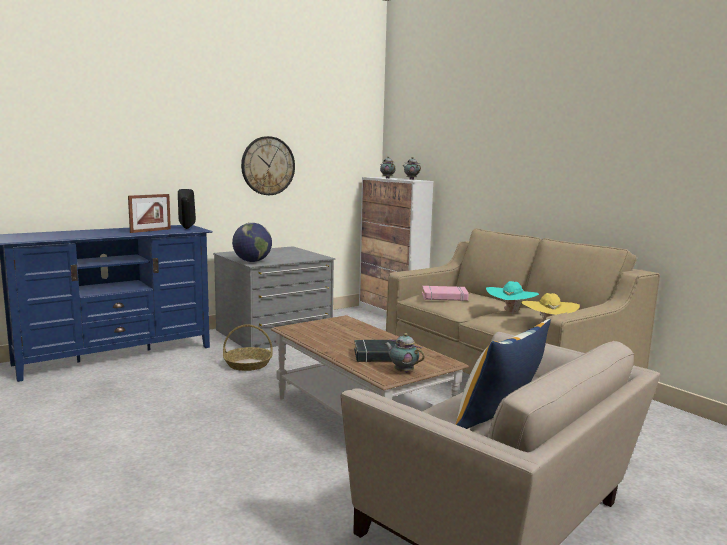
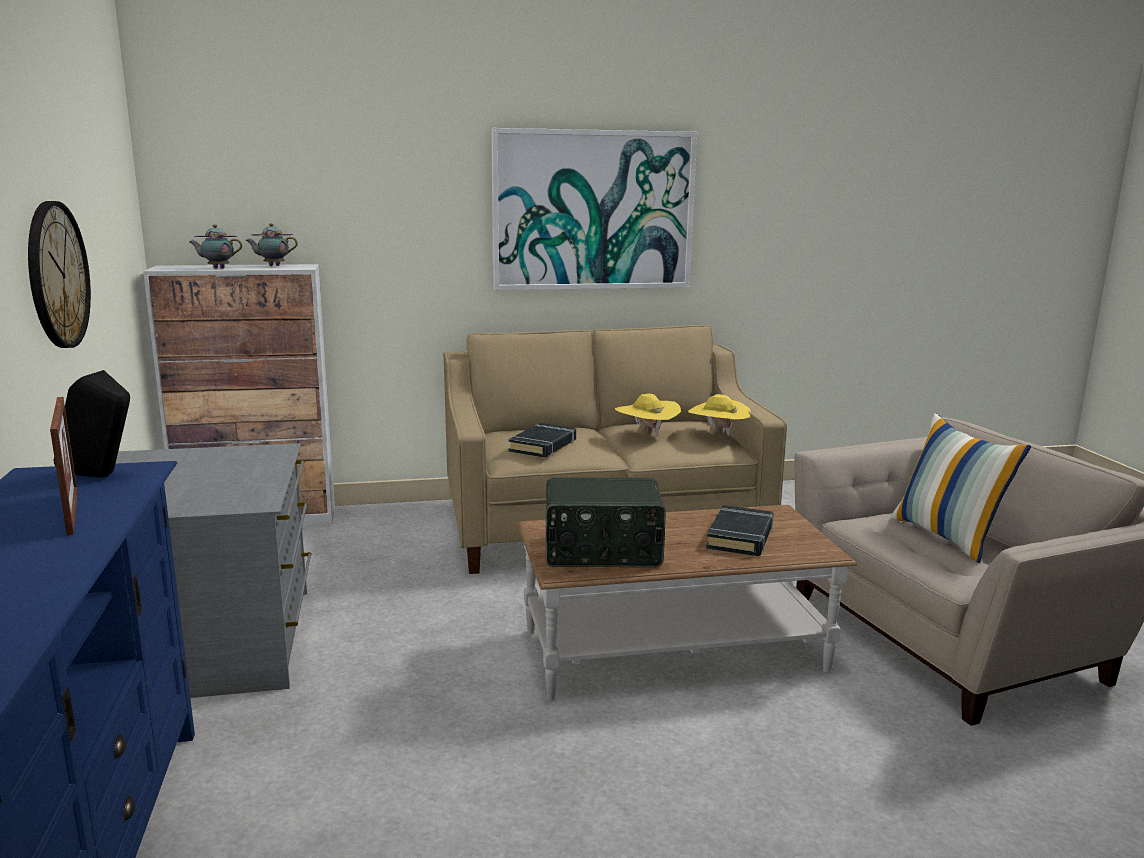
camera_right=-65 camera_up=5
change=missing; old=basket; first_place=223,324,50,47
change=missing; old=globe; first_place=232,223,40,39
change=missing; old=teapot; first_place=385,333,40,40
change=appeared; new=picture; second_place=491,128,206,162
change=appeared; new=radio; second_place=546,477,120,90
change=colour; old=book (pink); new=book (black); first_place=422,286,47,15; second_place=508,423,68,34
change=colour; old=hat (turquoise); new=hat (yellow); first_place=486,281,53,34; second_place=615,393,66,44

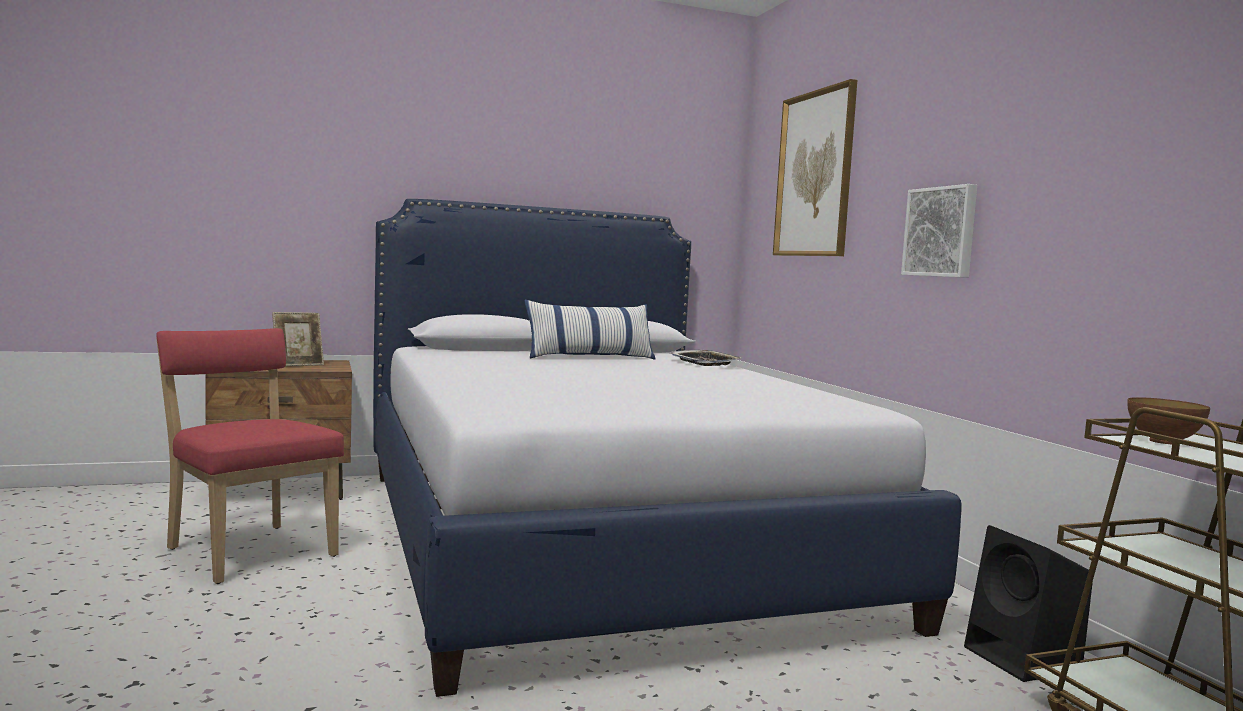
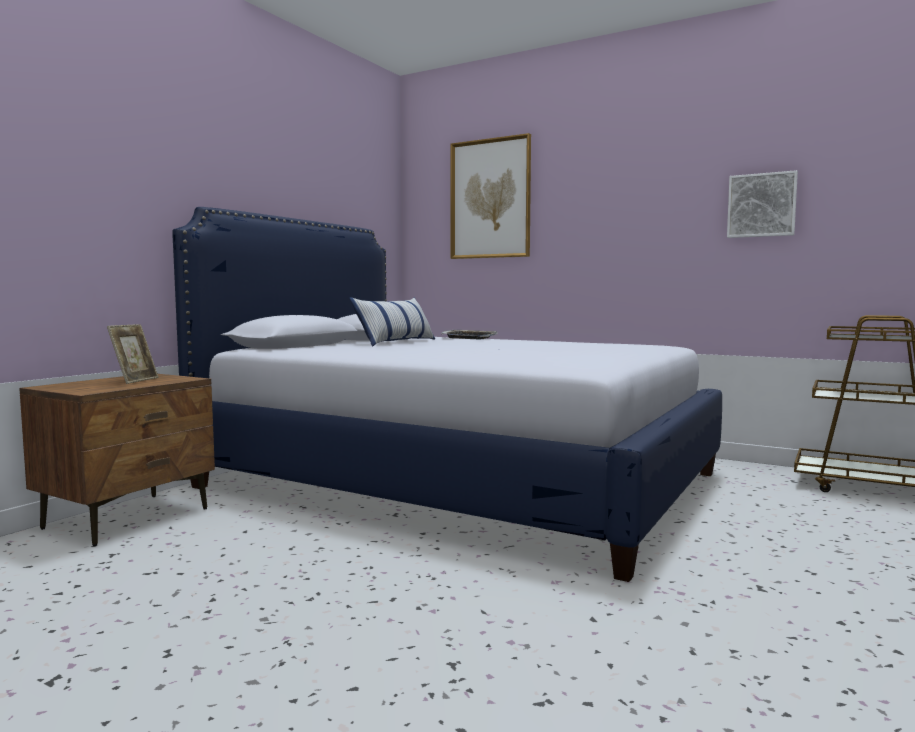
camera_right=-40 camera_up=0
change=missing; old=chair (red); first_place=156,328,188,256
change=missing; old=speaker (black); first_place=964,525,129,157
change=missing; old=bowl; first_place=1127,397,83,47
change=relocated; old=picture; first_place=901,184,76,94; second_place=727,170,71,68

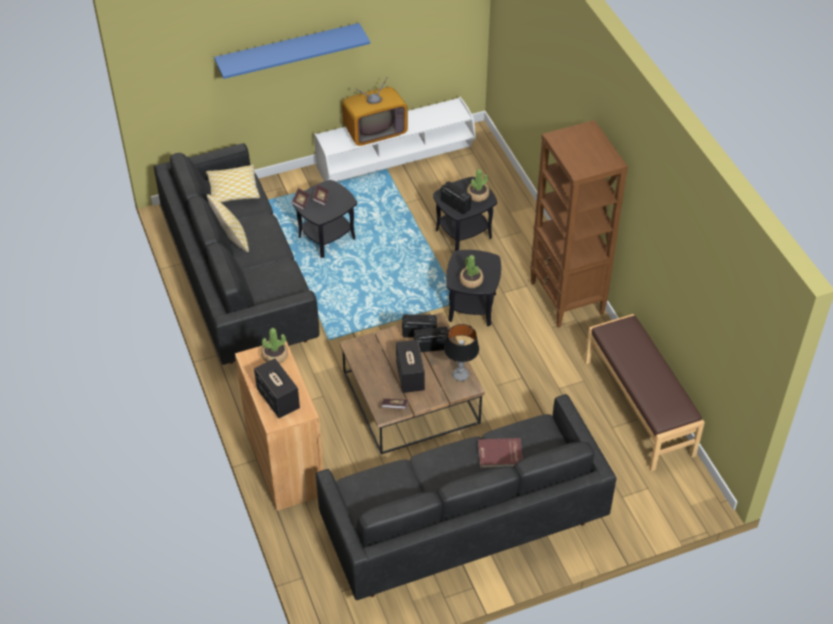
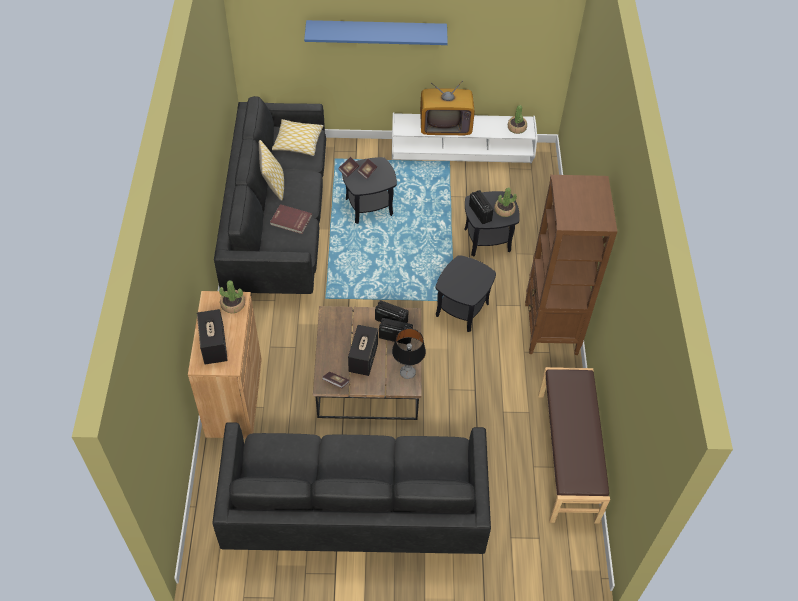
camera_right=20 camera_up=5
change=relocated; old=potted plant; first_place=459,255,25,33; second_place=508,105,19,29
change=relocated; old=book (red); first_place=478,438,45,30; second_place=270,204,42,30

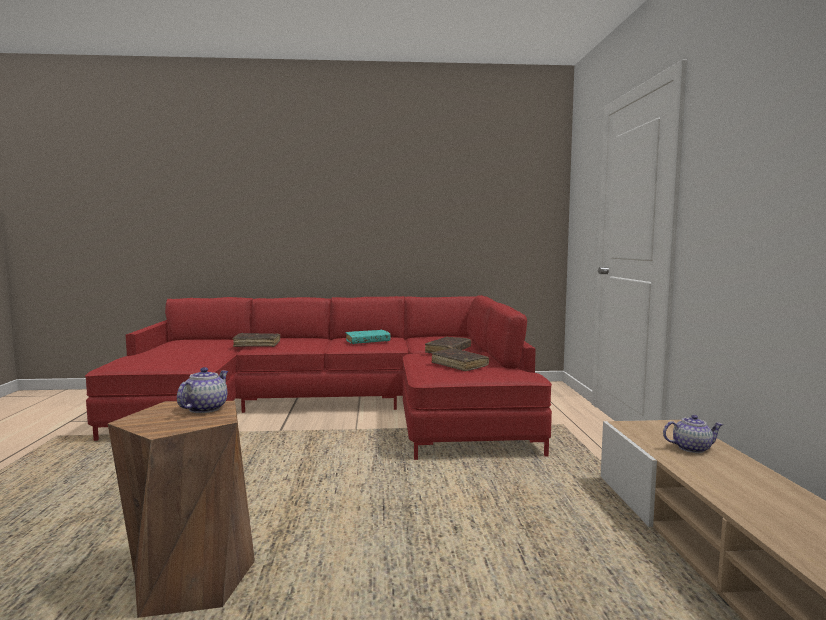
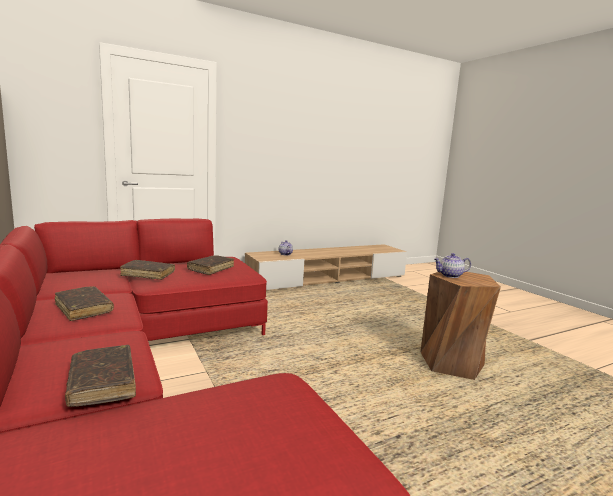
camera_right=-115 camera_up=5
change=colour; old=book (turquoise); new=book (brown); first_place=346,330,45,14; second_place=55,286,59,35

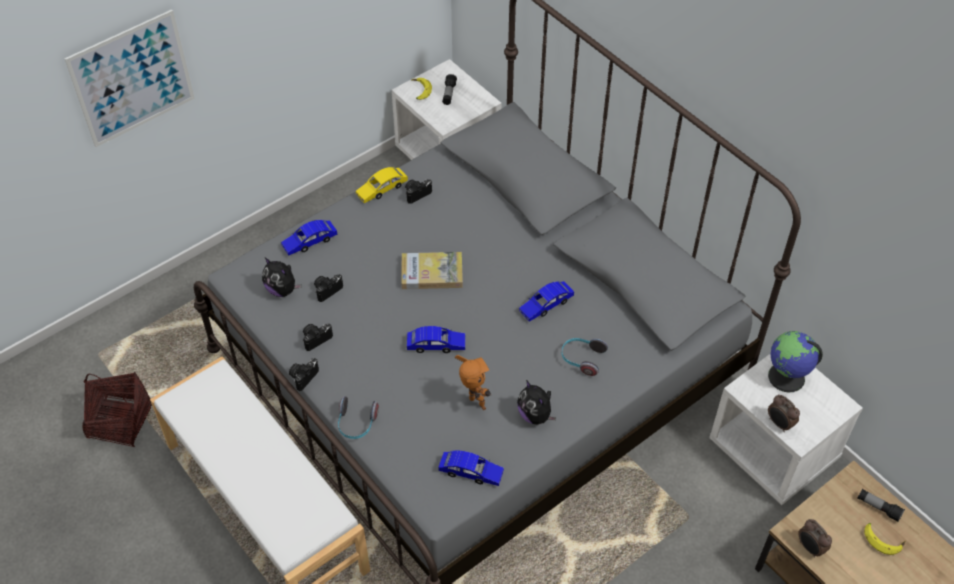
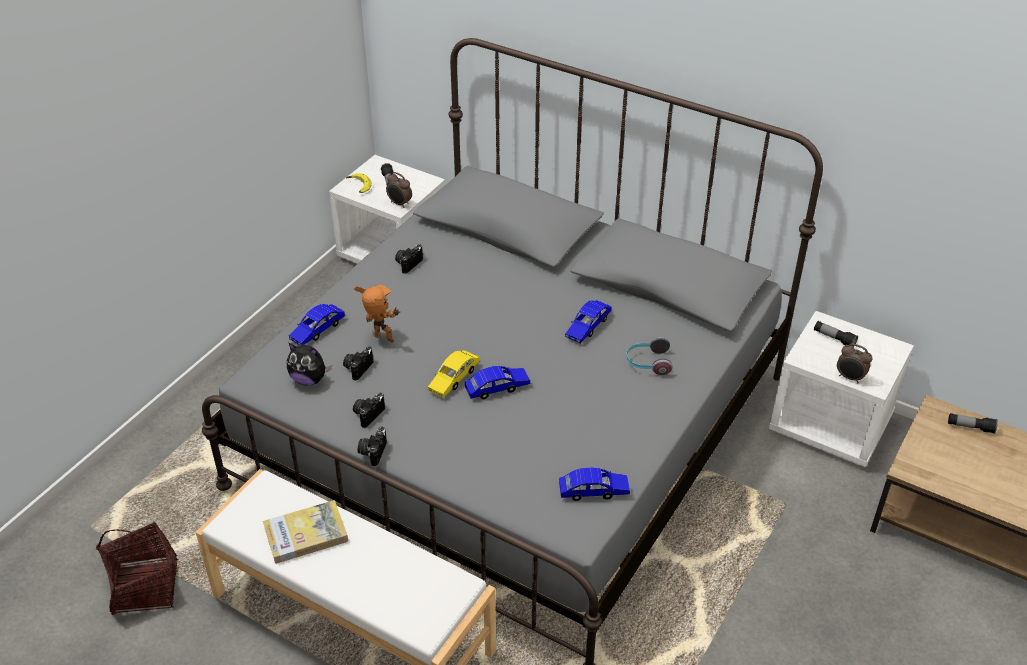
camera_right=-20 camera_up=-10
change=missing; old=picture; first_place=64,9,131,138
change=missing; old=headphones; first_place=338,396,41,43
change=missing; old=plush toy; first_place=517,380,39,45
change=missing; old=banana; first_place=864,523,42,32
change=relocated; old=toy car (yellow); first_place=356,167,52,36; second_place=428,350,51,48
change=relocated; old=book; first_place=401,252,62,37; second_place=263,500,85,64
change=relocated; old=toy robot; first_place=455,355,37,55; second_place=354,285,46,58
change=relocated; old=alarm clock; first_place=798,519,34,39; second_place=386,172,26,36
change=exchanged; old=globe; new=flashlight; first_place=768,331,55,61; second_place=814,321,44,26

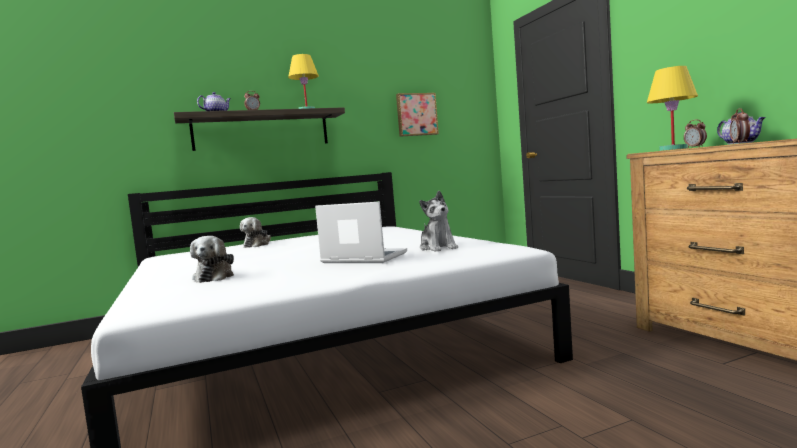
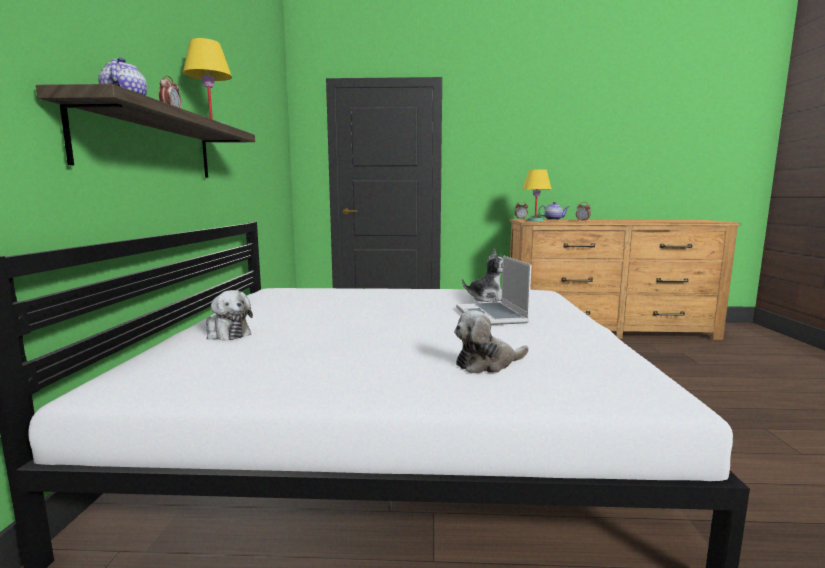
camera_right=-65 camera_up=5
change=missing; old=picture; first_place=396,93,43,44
change=spun; old=plush toy; first_place=190,236,44,47; second_place=454,310,75,64; degrees=135
change=spun; old=laptop; first_place=315,202,92,61; second_place=456,255,76,70; degrees=-60

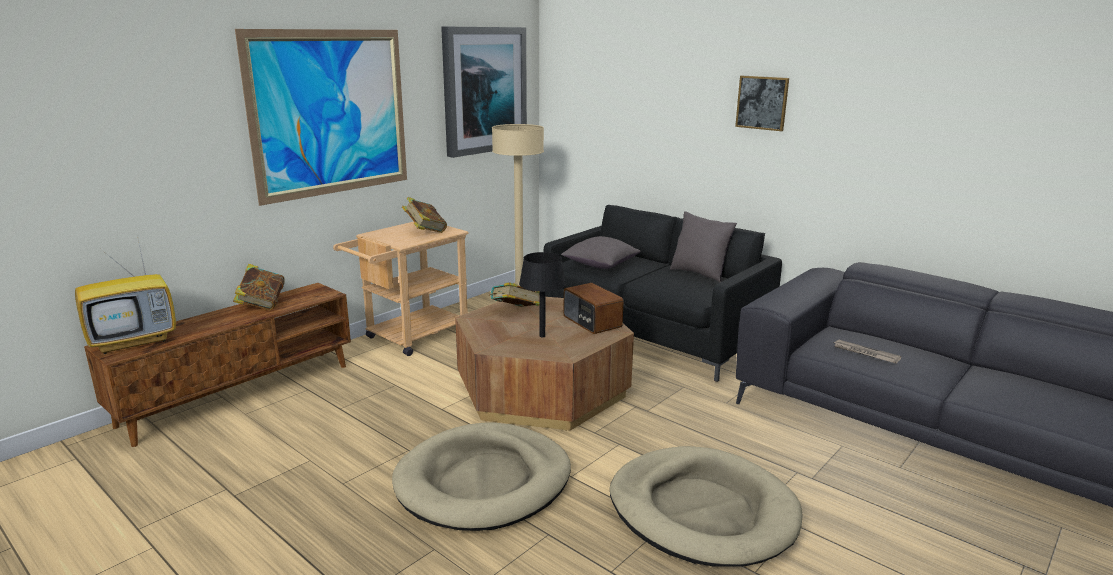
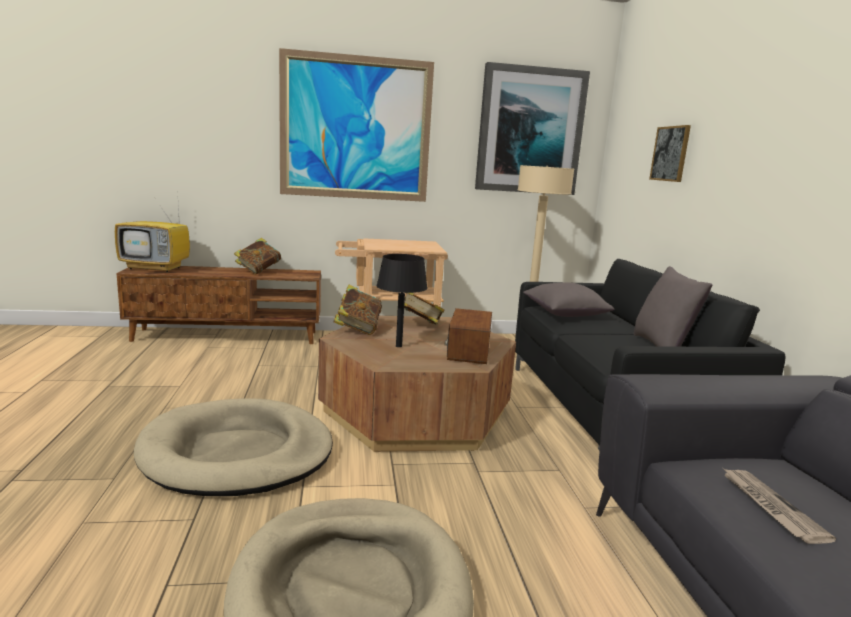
camera_right=40 camera_up=-5
change=relocated; old=book; first_place=402,197,45,36; second_place=333,284,49,51
change=relocated; old=picture; first_place=735,76,54,55; second_place=649,125,42,57

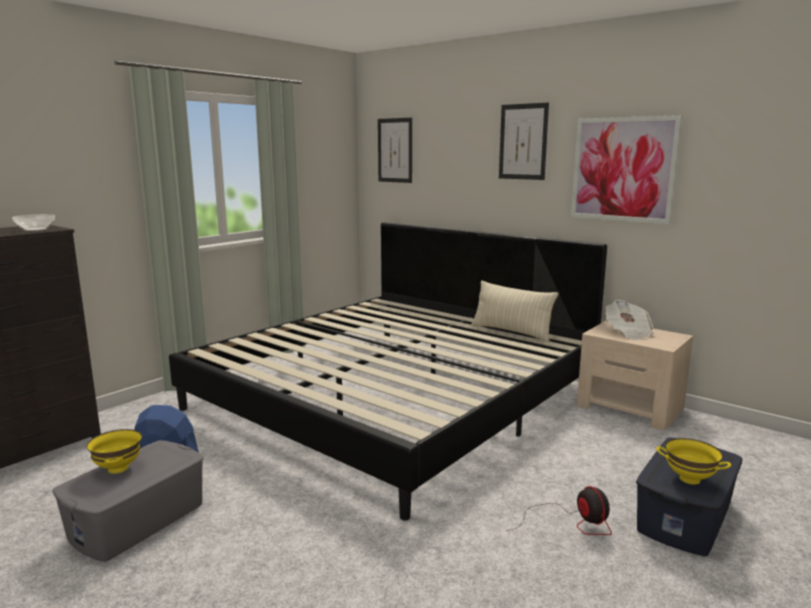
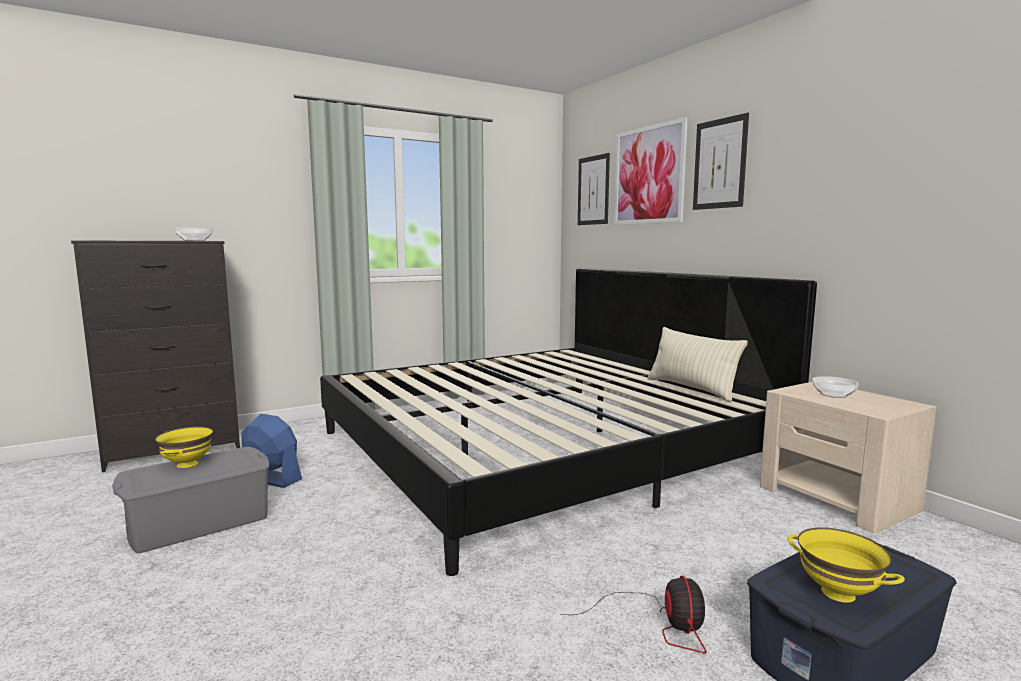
camera_right=20 camera_up=-5
change=relocated; old=picture; first_place=571,115,111,109; second_place=614,117,74,108
change=exchanged; old=newspaper; new=bowl; first_place=605,300,49,40; second_place=812,376,47,22

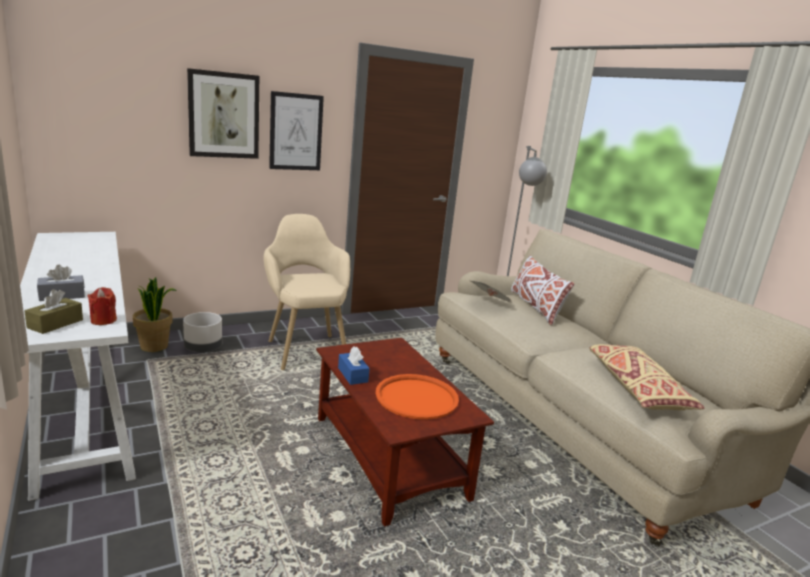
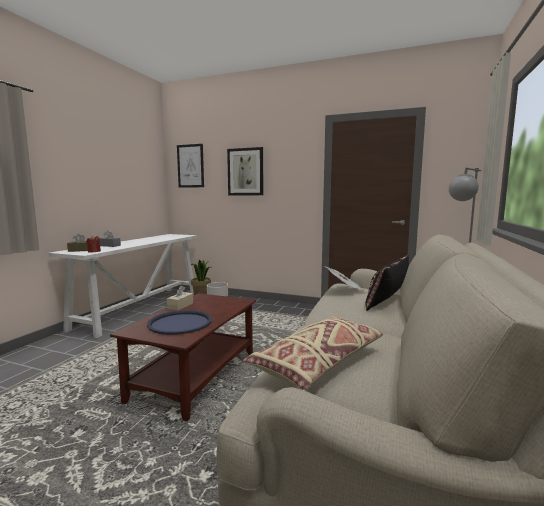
camera_right=50 camera_up=-10
change=missing; old=armchair (beige); first_place=263,214,87,156
change=relocated; old=picture; first_place=269,91,55,79; second_place=177,144,27,44
change=colour; old=tissue box (blue); new=tissue box (beige); first_place=338,346,32,39; second_place=167,286,26,24
change=colour; old=tray (orange); new=tray (blue); first_place=375,374,84,46; second_place=147,310,65,25
change=colour; old=pillow (white); new=pillow (black); first_place=511,256,63,69; second_place=365,255,44,56

